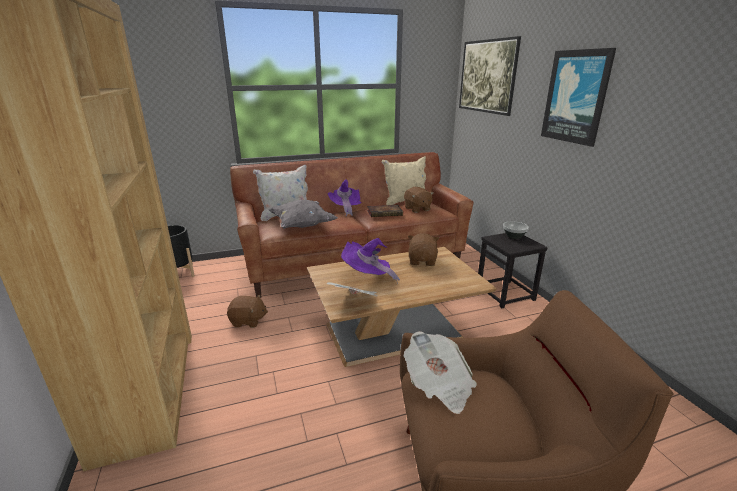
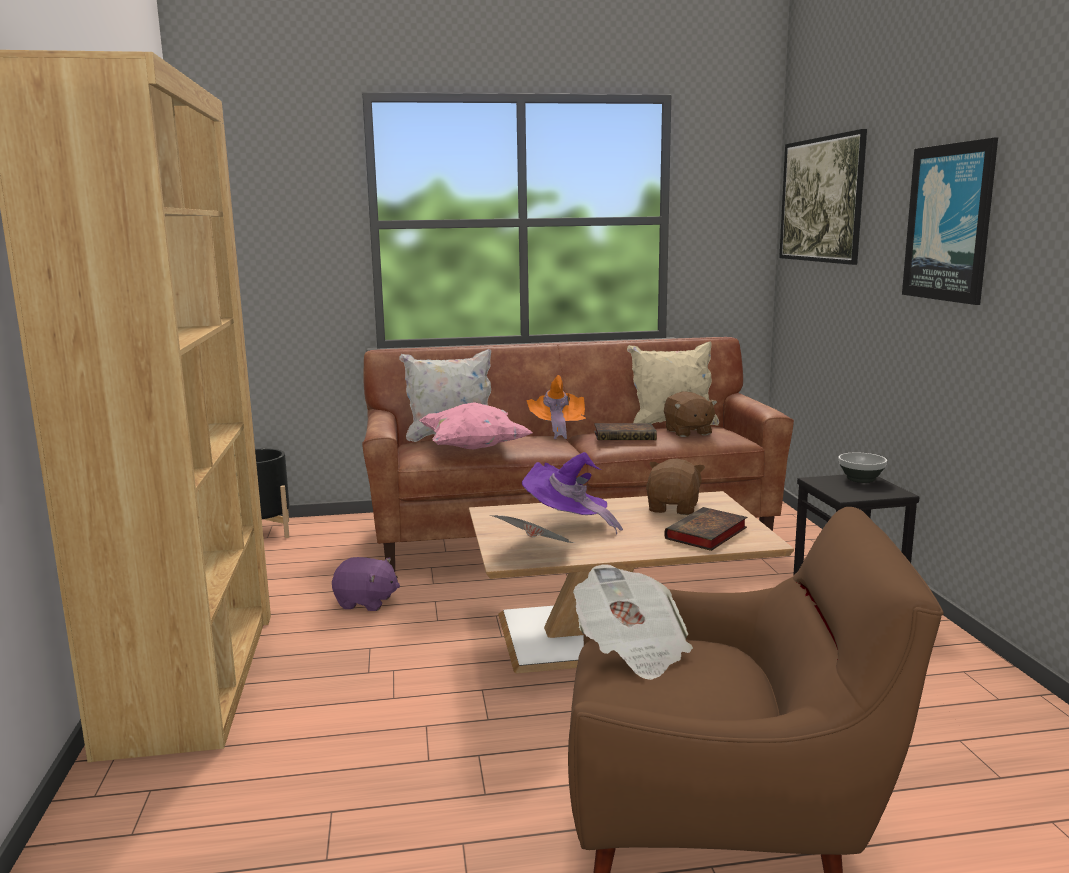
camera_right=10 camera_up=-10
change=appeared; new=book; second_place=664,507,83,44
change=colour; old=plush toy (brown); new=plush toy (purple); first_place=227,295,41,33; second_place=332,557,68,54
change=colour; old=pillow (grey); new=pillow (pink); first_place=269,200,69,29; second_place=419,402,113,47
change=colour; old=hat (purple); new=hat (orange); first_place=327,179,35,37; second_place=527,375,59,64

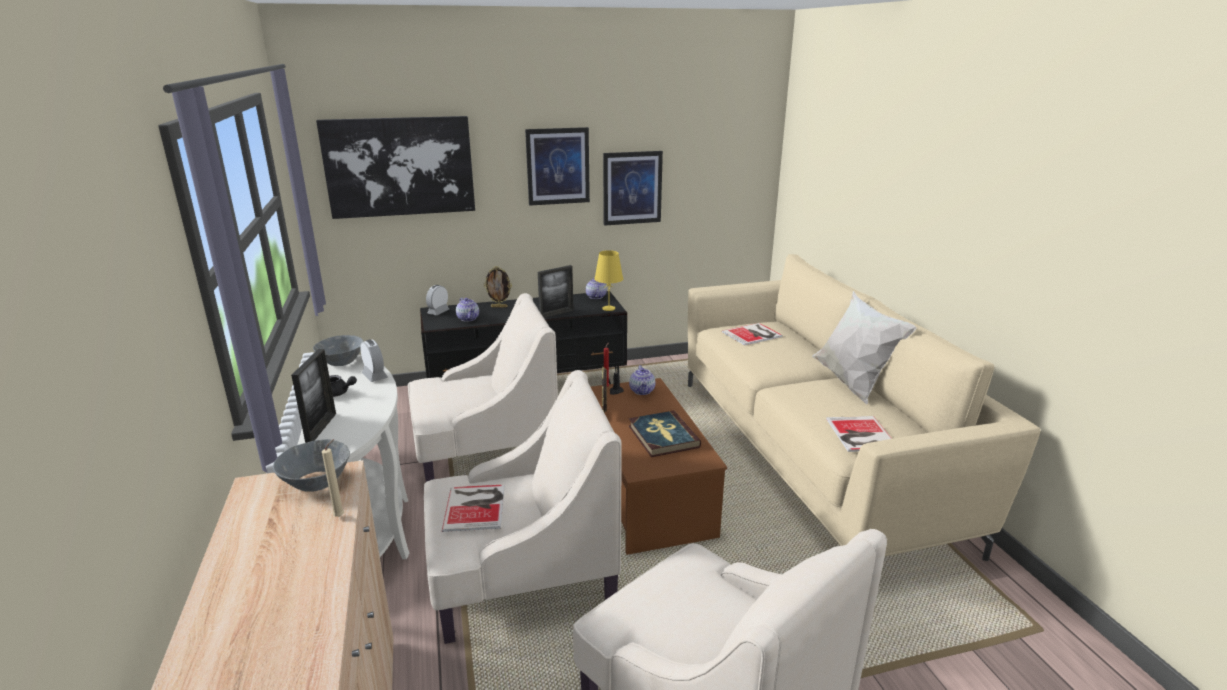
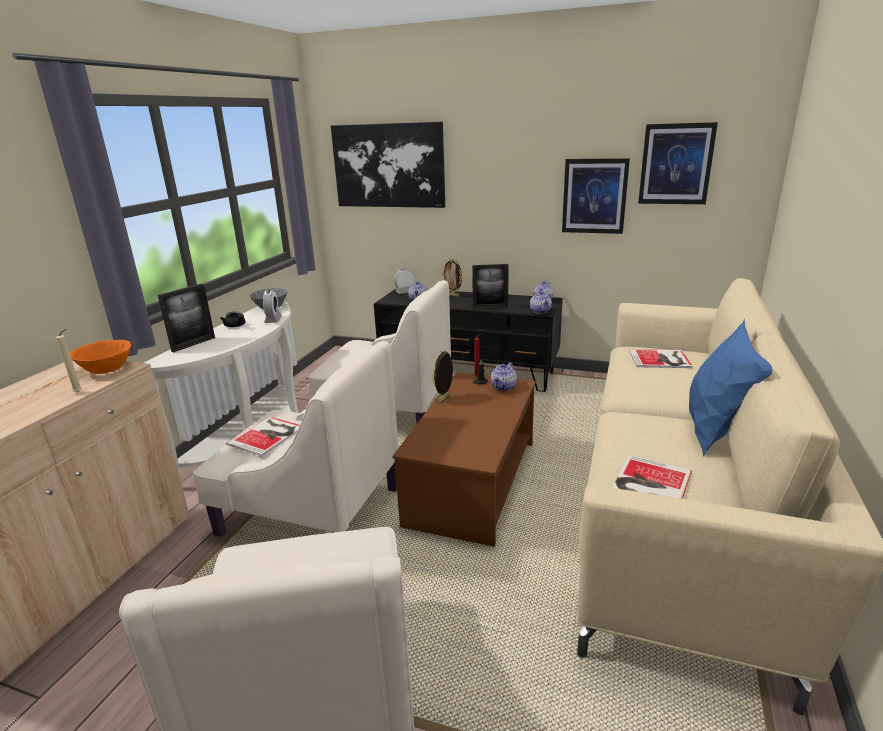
camera_right=35 camera_up=0
change=missing; old=book; first_place=629,411,72,46
change=relocated; old=picture; first_place=525,127,65,79; second_place=638,122,80,82
change=exchanged; old=table lamp (yellow); new=teapot; first_place=594,250,29,61; second_place=530,291,22,23
change=colour; old=bowl (grey); new=bowl (orange); first_place=273,439,77,53; second_place=70,340,61,34
change=colour; old=pillow (white); new=pillow (blue); first_place=812,291,105,114; second_place=689,319,84,138

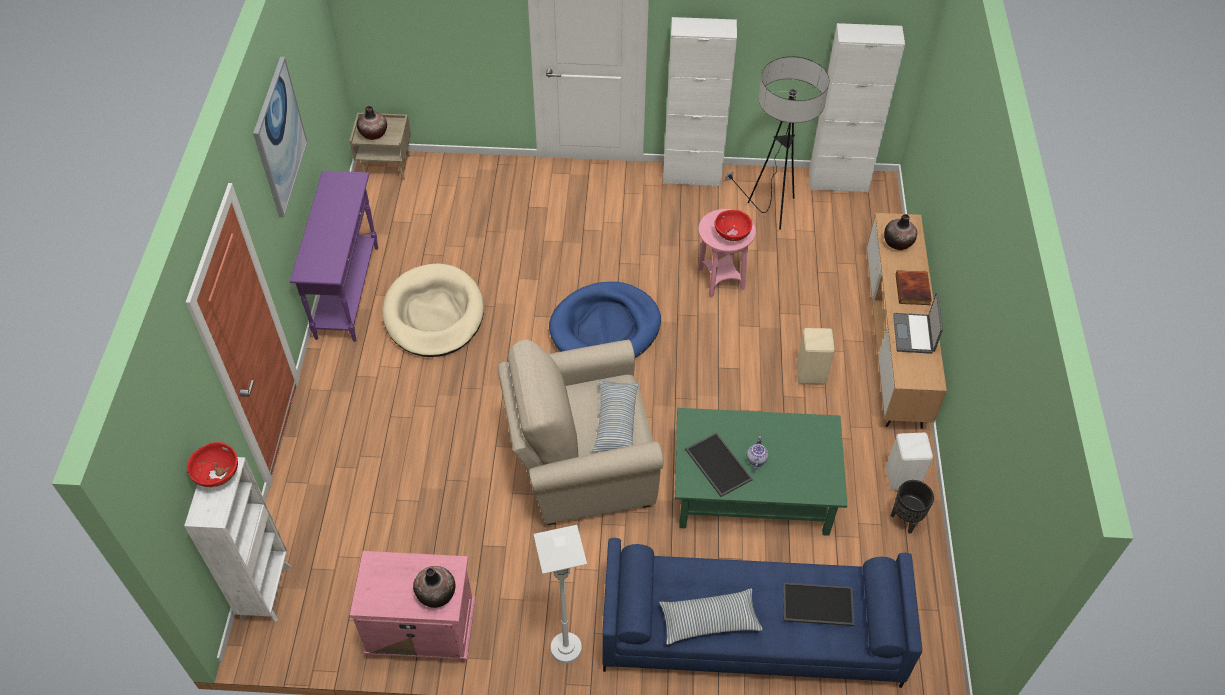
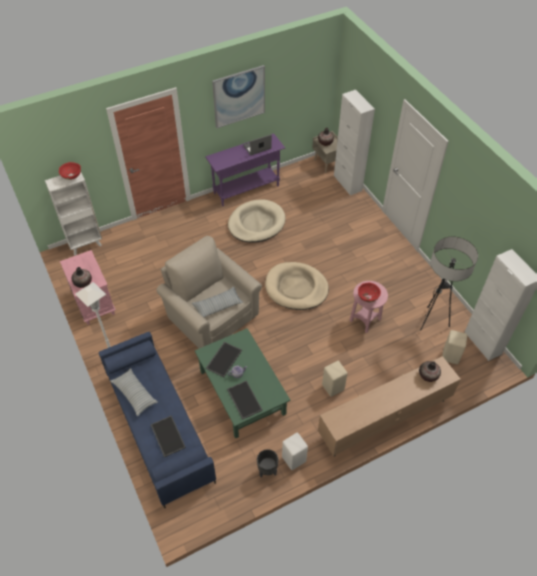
camera_right=60 camera_up=0
change=missing; old=book; first_place=896,270,36,35
change=appeared; new=tray; second_place=227,380,36,40
change=appeared; new=stool (beige); second_place=442,330,25,34
change=relocated; old=cabinet (white); first_place=663,17,74,170; second_place=334,90,41,105
change=relocated; old=laptop; first_place=893,292,50,62; second_place=243,134,29,22
change=colour; old=dog bed (blue); new=dog bed (beige); first_place=549,282,112,76; second_place=265,262,64,48

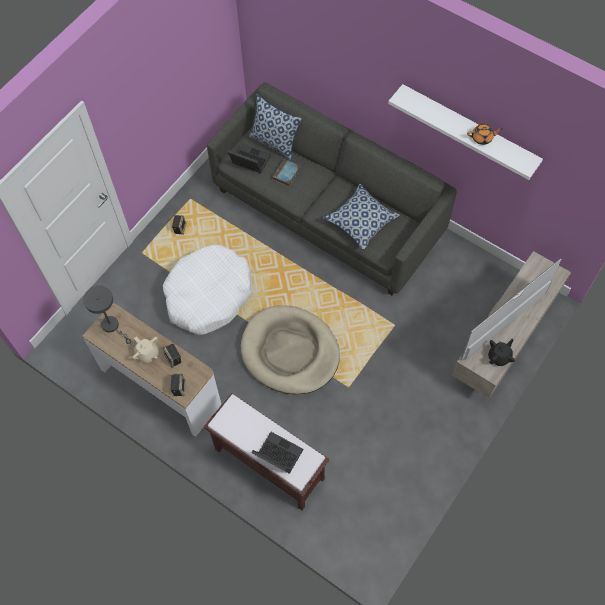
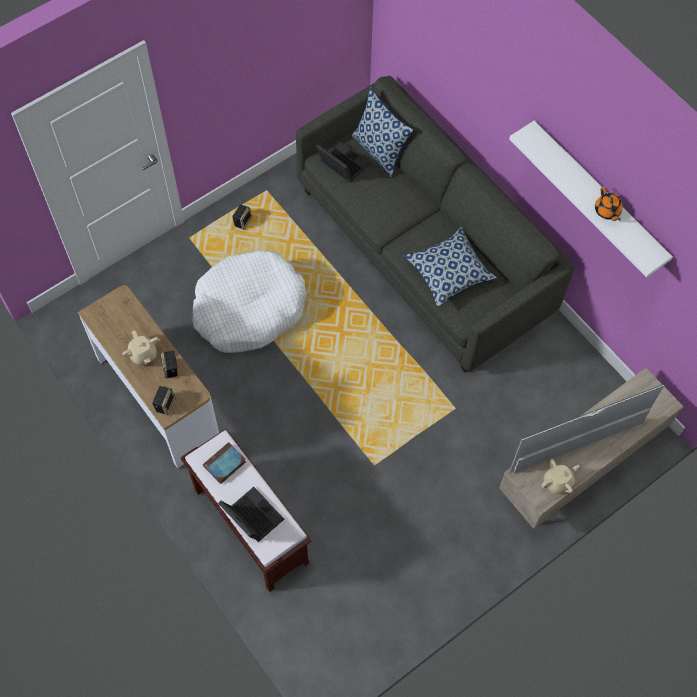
camera_right=15 camera_up=0
change=missing; old=table lamp (grey); first_place=83,285,48,59
change=missing; old=dog bed (beige); first_place=241,305,99,89
change=relocated; old=book; first_place=272,159,28,28; second_place=203,442,43,42
change=colour; old=teapot (black); new=teapot (beige); first_place=488,339,27,27; second_place=541,459,39,35
change=spun; old=teapot (orange); first_place=467,124,36,21; second_place=595,187,28,34; degrees=60

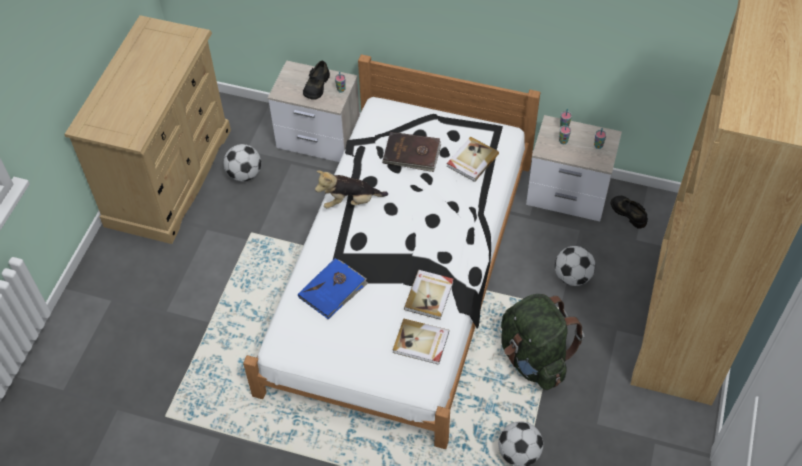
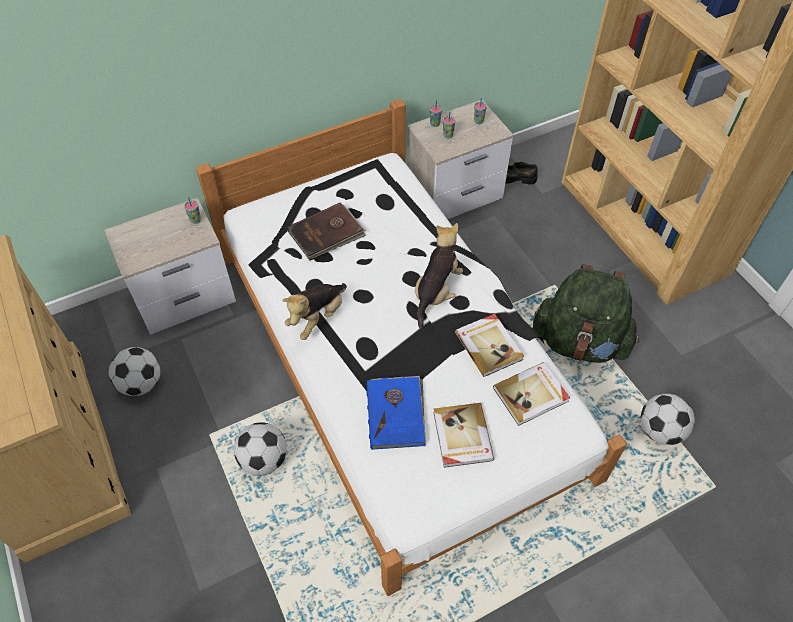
camera_right=-45 camera_up=0
change=missing; old=shoe (black); first_place=303,61,27,39
change=appeared; new=plush toy; second_place=415,223,48,106
change=relocated; old=book; first_place=447,137,52,45; second_place=433,403,61,65
change=relocated; old=football; first_place=555,246,40,40; second_place=234,422,53,54

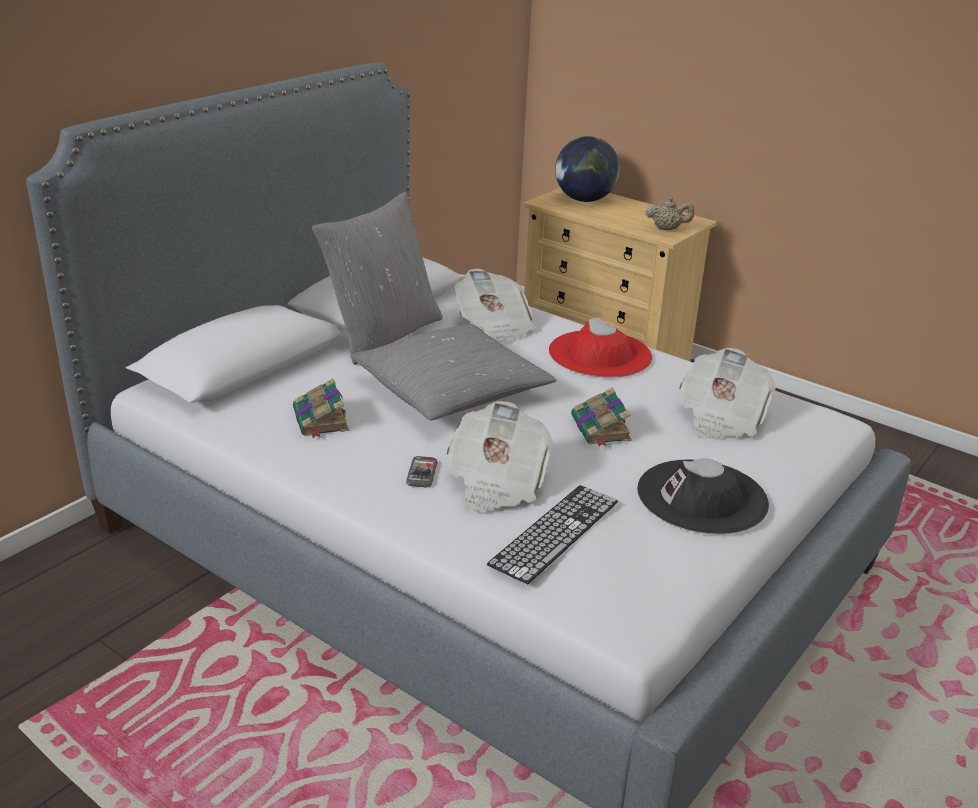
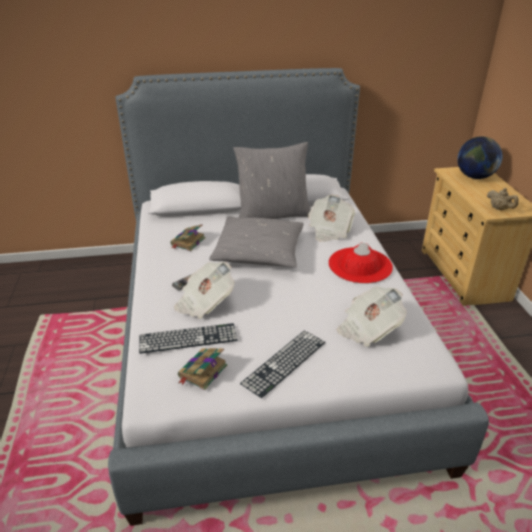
camera_right=45 camera_up=5
change=relocated; old=book; first_place=571,388,61,59; second_place=178,348,50,42
change=exchanged; old=hat (black); new=keyboard; first_place=637,458,132,76; second_place=240,330,85,68

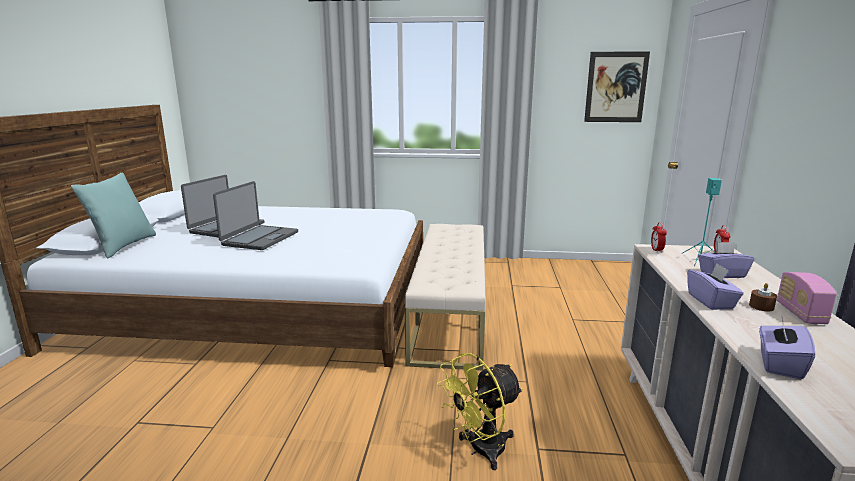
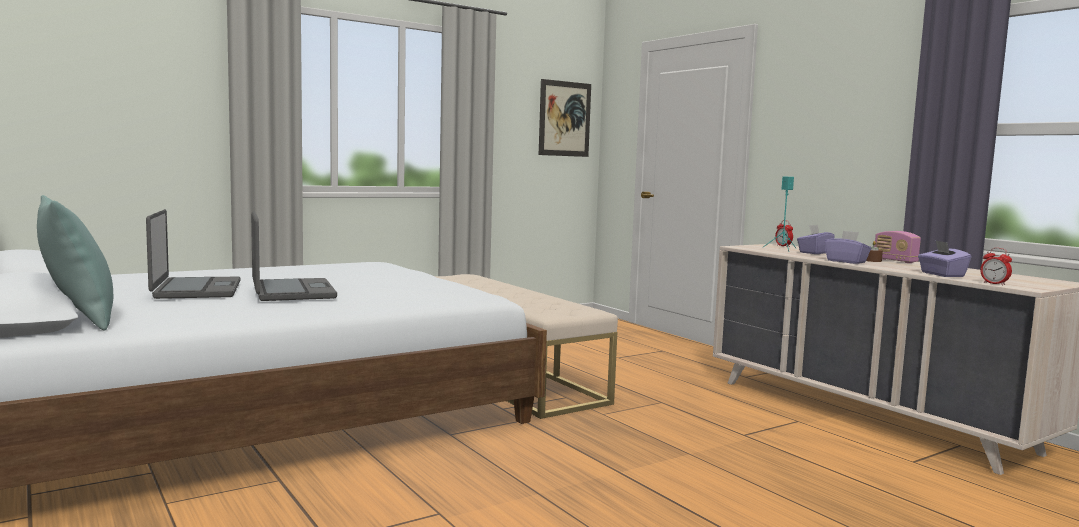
camera_right=-40 camera_up=-10
change=missing; old=fan (yellow); first_place=437,353,86,117
change=relocated; old=alarm clock; first_place=651,222,16,31; second_place=980,248,32,38

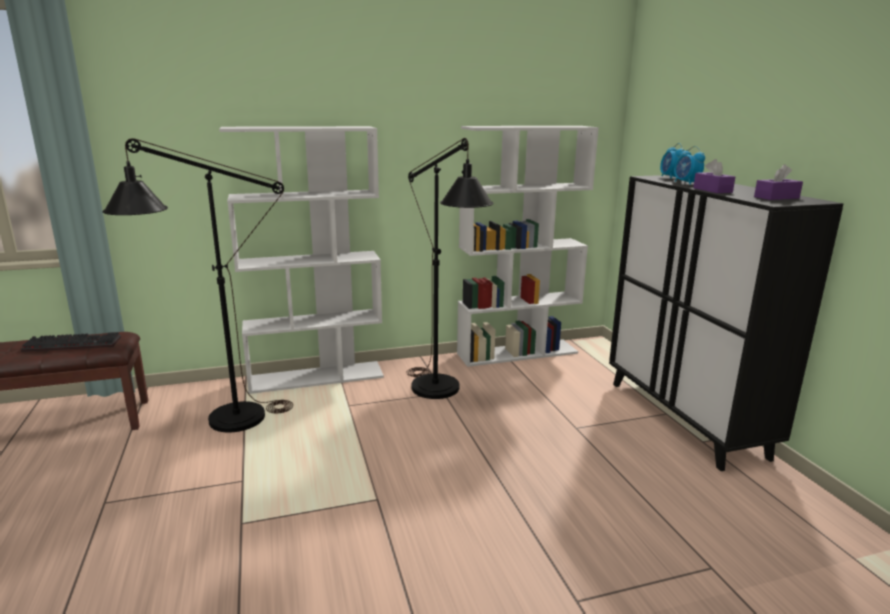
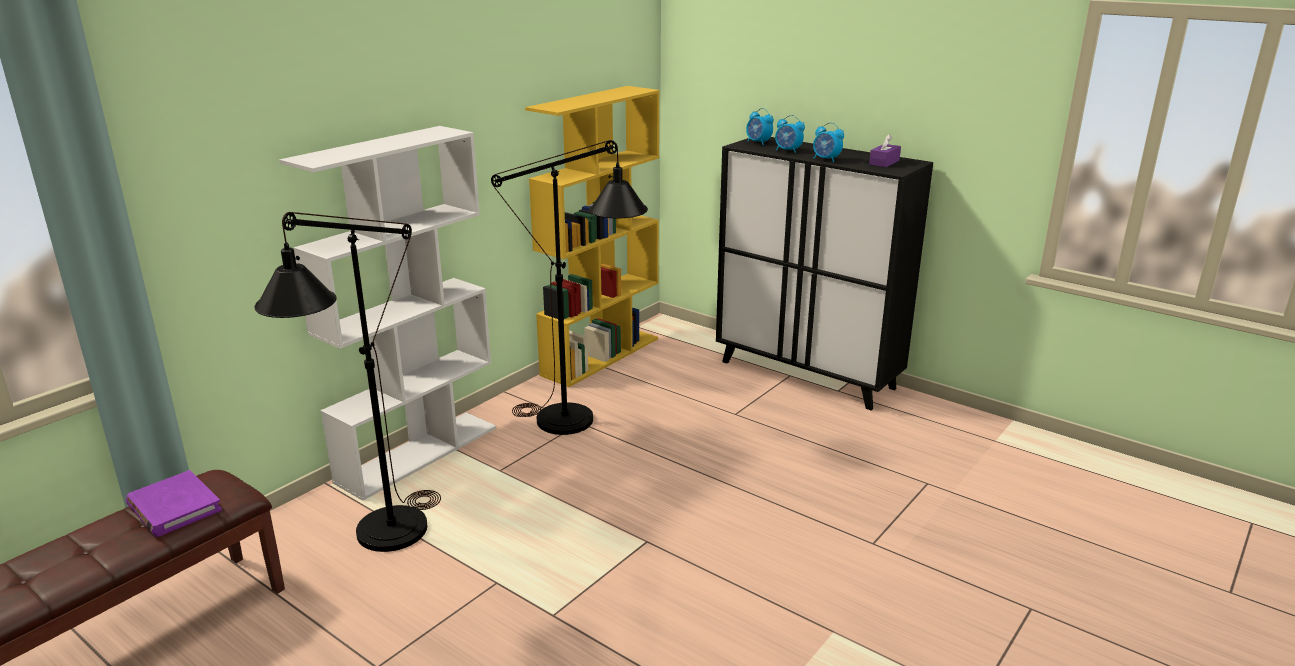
camera_right=-35 camera_up=5
change=exchanged; old=keyboard; new=book (purple); first_place=21,332,100,20; second_place=126,470,96,67
change=exchanged; old=tissue box (purple); new=alarm clock; first_place=693,159,42,34; second_place=813,122,31,40
change=colour; old=bookcase (white); new=bookcase (yellow); first_place=457,126,142,241; second_place=525,86,135,301

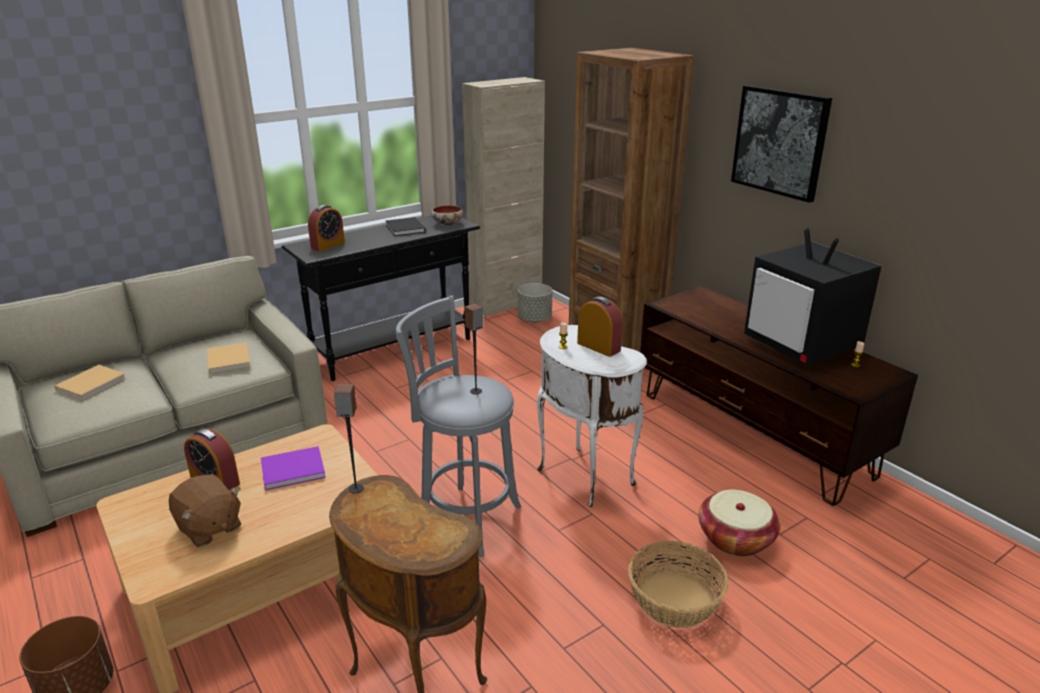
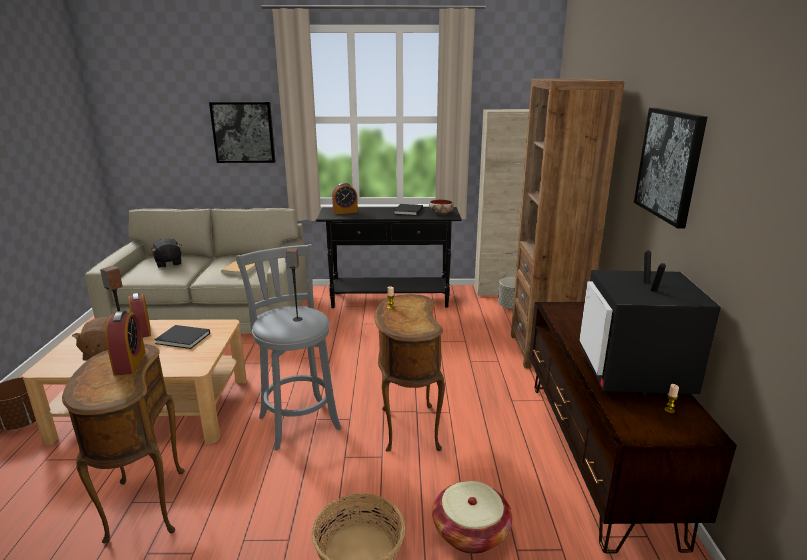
camera_right=35 camera_up=-5
change=appeared; new=picture; second_place=209,102,67,61
change=relocated; old=alarm clock; first_place=577,297,46,60; second_place=106,311,39,65
change=exchanged; old=book (beige); new=plush toy (black); first_place=54,365,72,36; second_place=151,238,31,30
change=colour; old=book (purple); new=book (black); first_place=261,446,65,44; second_place=154,325,56,24
change=colour; old=side table (white); new=side table (brown); first_place=537,325,110,182; second_place=375,294,70,158

